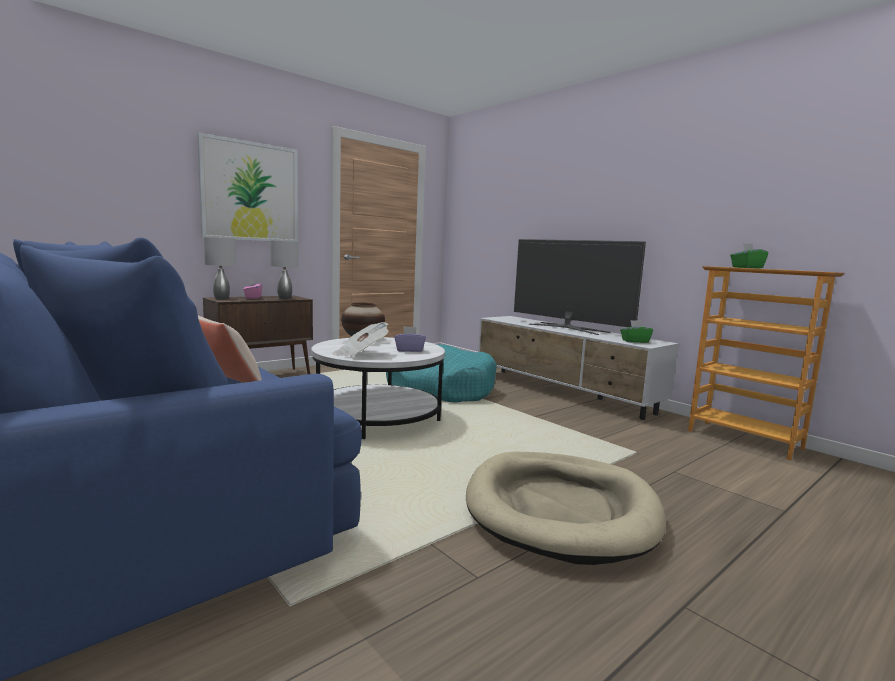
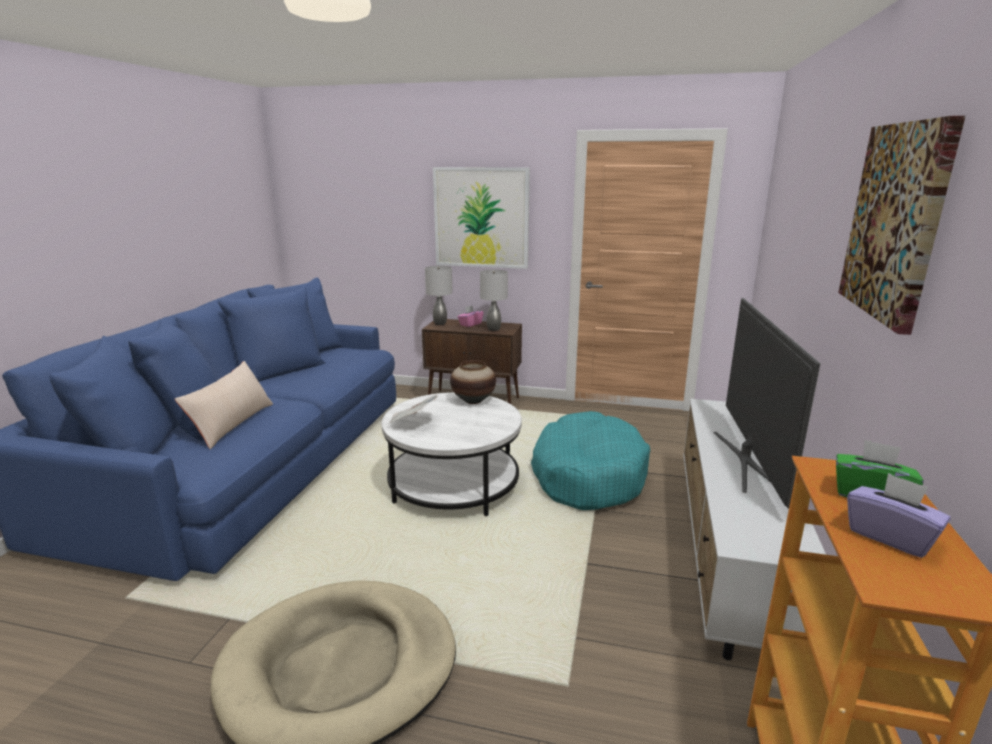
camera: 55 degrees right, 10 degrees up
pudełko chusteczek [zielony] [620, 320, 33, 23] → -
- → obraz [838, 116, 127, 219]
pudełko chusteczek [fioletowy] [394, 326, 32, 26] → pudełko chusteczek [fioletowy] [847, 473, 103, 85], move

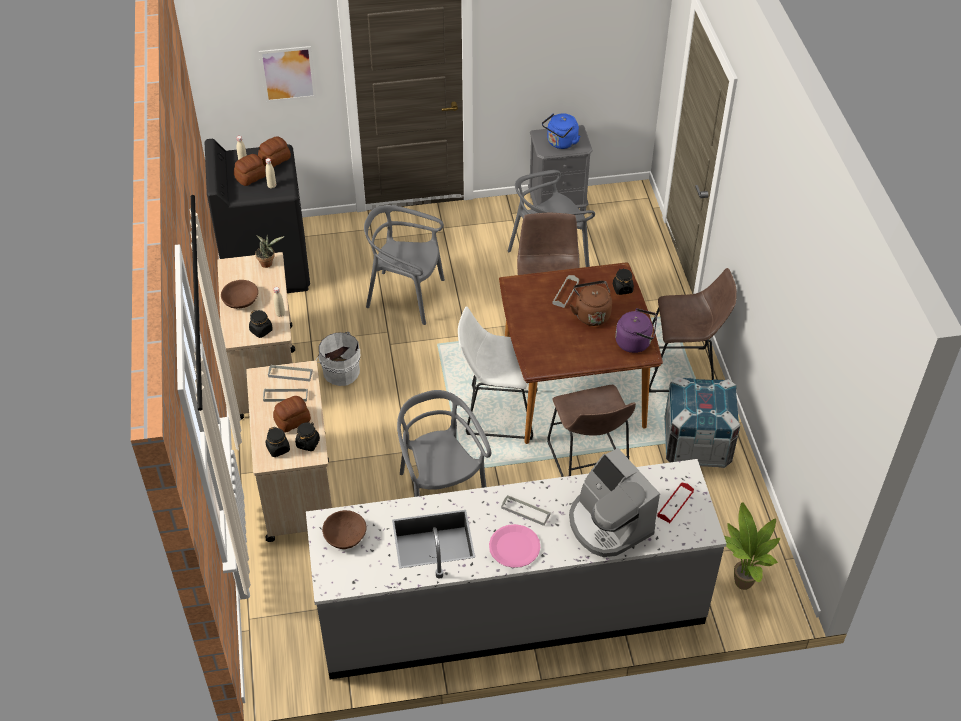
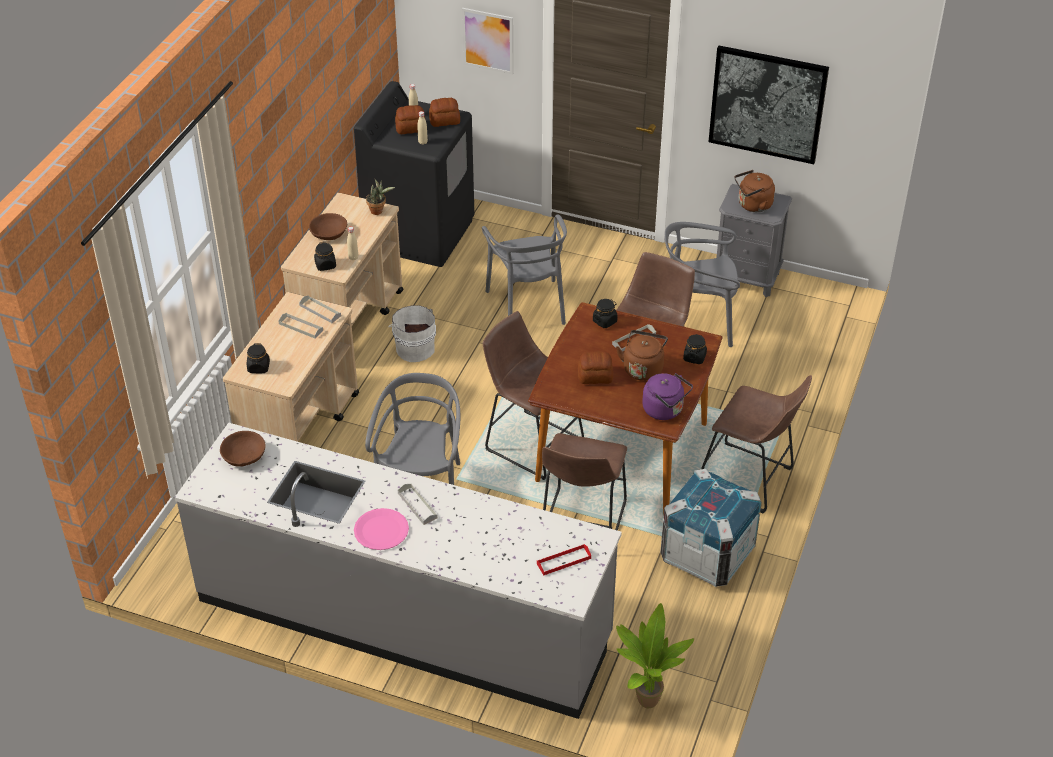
camera: 30 degrees right, 5 degrees down
ekspres do kawy [569, 448, 91, 109] → -
- → obraz [708, 46, 121, 118]
chleb [273, 396, 38, 36] → chleb [578, 351, 35, 33], move
słoik [czarny] [295, 422, 25, 29] → słoik [czarny] [593, 299, 25, 29], move
stołek [biały] [458, 306, 80, 134] → stołek [brązowy] [483, 311, 101, 169]
czajnik [niebieski] [542, 113, 38, 36] → czajnik [brązowy] [735, 170, 40, 42]
krzesło [szary] [364, 205, 81, 120] → krzesło [szary] [482, 214, 85, 111], 150 degrees counterclockwise

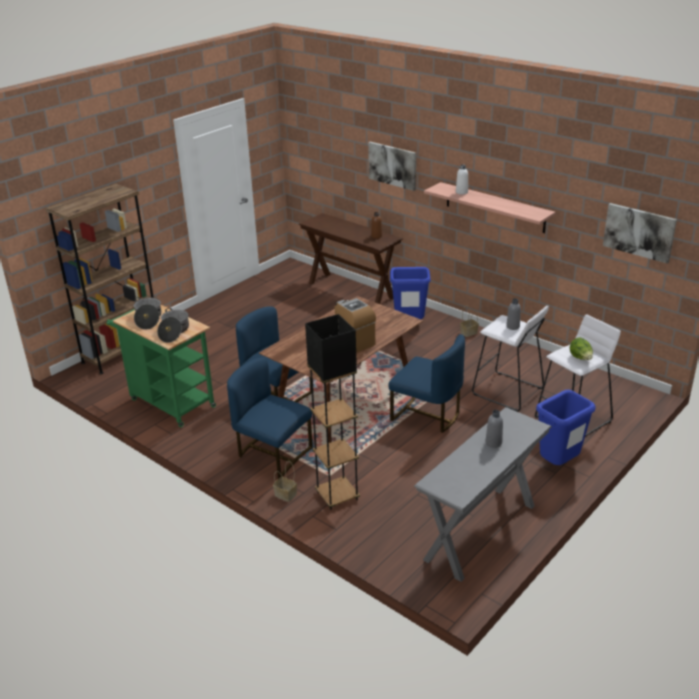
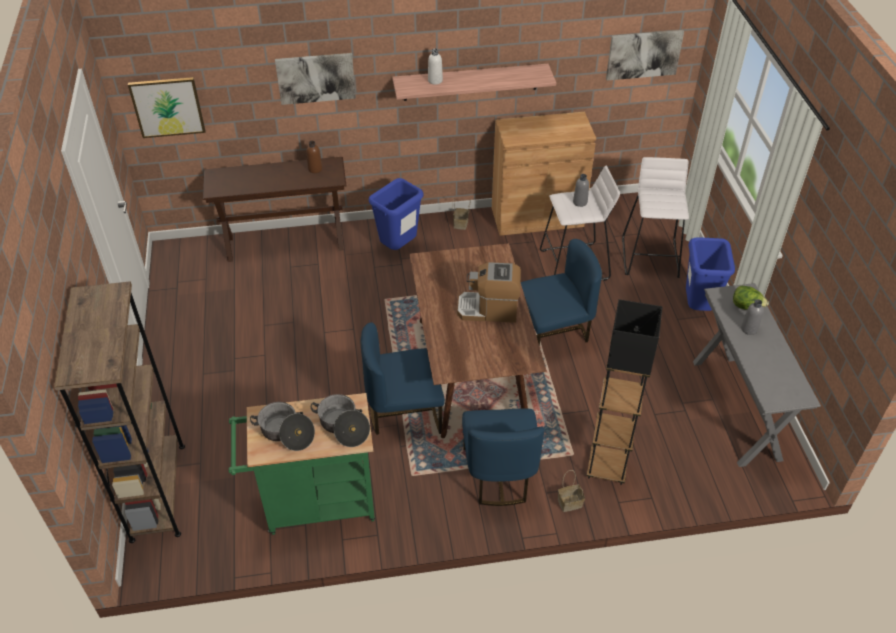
camera: 50 degrees left, 15 degrees up
- → obraz [128, 77, 78, 61]
- → szafka [brązowy] [492, 112, 104, 124]
sałata [570, 338, 23, 22] → sałata [733, 285, 36, 25], move
krzesło [niebieski] [227, 358, 86, 121] → krzesło [niebieski] [462, 409, 83, 97], 75 degrees counterclockwise

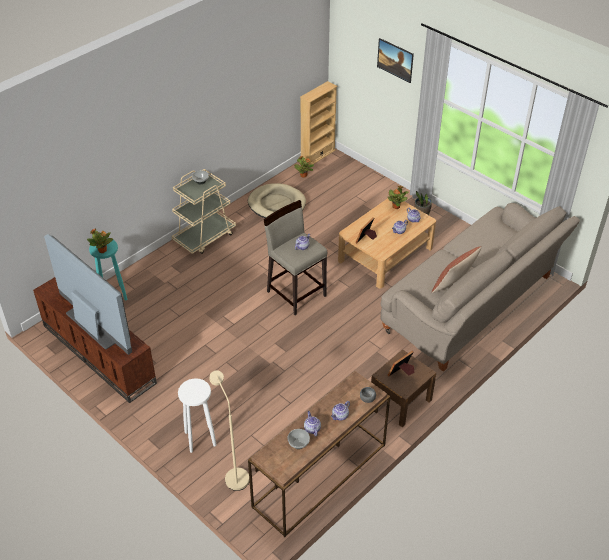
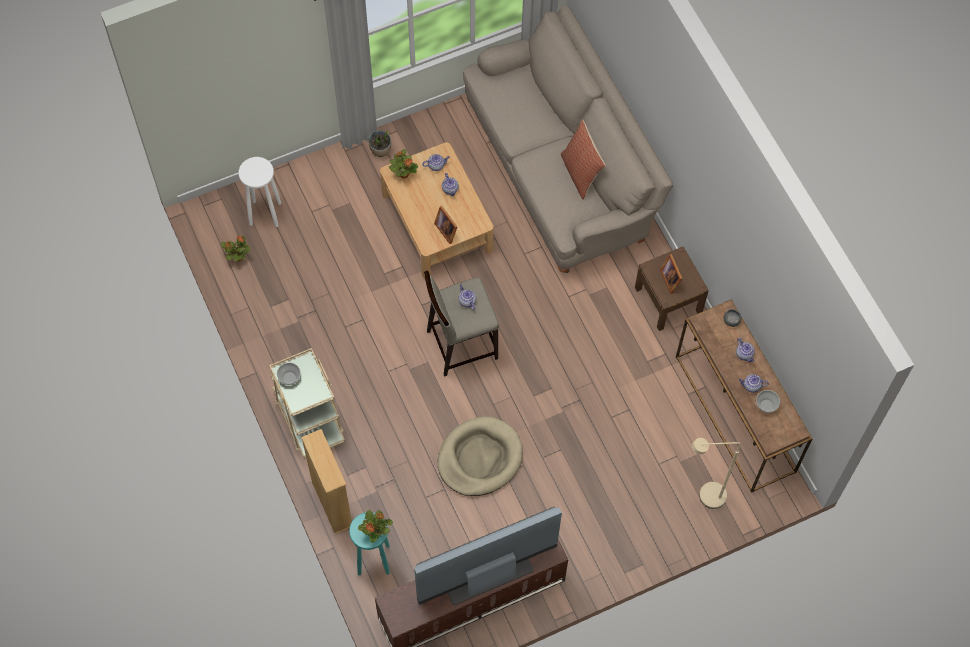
camera: 70 degrees left, 20 degrees up
obraz [377, 38, 37, 45] → -
stołek [biały] [178, 378, 39, 75] → stołek [biały] [239, 157, 42, 70], move
legowisko [beżowy] [248, 183, 58, 35] → legowisko [beżowy] [437, 416, 86, 80], move
regał [beżowy] [300, 81, 38, 84] → regał [beżowy] [301, 429, 51, 106], move

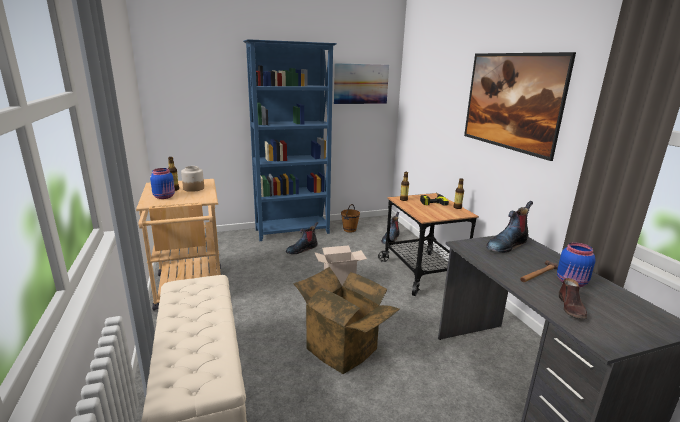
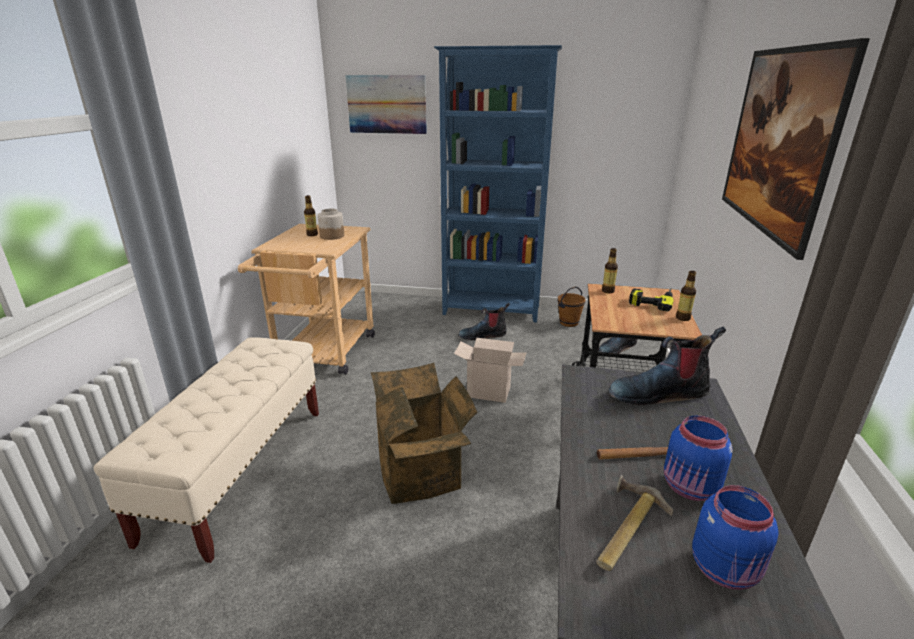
camera: 30 degrees right, 5 degrees up
słoik [niebieski] [150, 168, 25, 31] → słoik [niebieski] [692, 485, 87, 105], move
obraz [334, 63, 55, 41] → obraz [345, 75, 82, 59], move
but [brązowy] [559, 278, 28, 41] → młotek [596, 475, 77, 96]

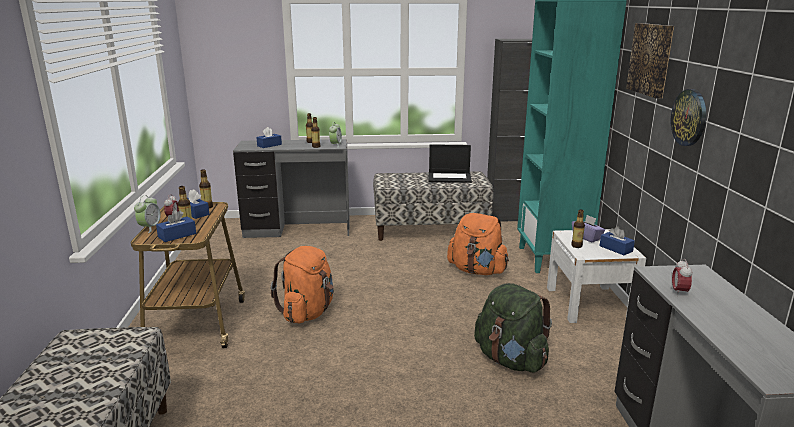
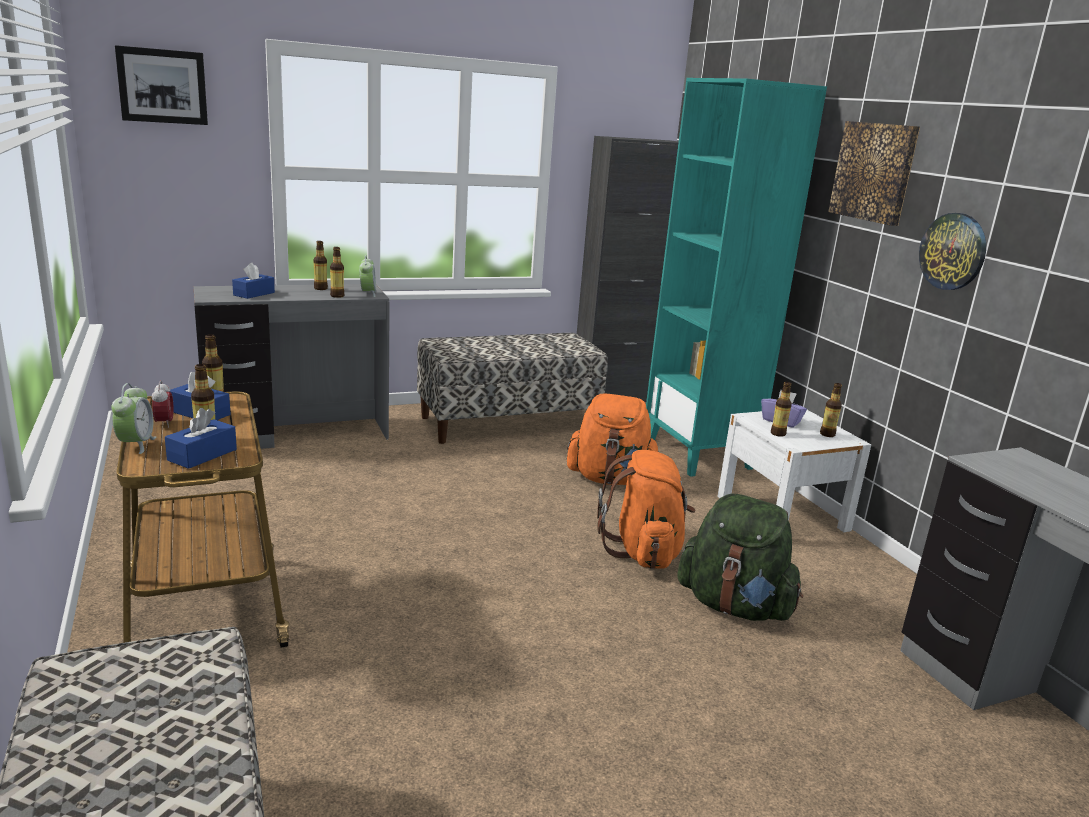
camera: 20 degrees left, 0 degrees up
laptop [429, 144, 43, 39] → -
budzik [672, 259, 20, 37] → -
- → obraz [115, 45, 93, 80]
plecak [pomarańczowy] [271, 246, 63, 77] → plecak [pomarańczowy] [597, 450, 99, 119], move
pudełko chusteczek [niebieski] [599, 226, 36, 29] → butelka [820, 383, 22, 54]

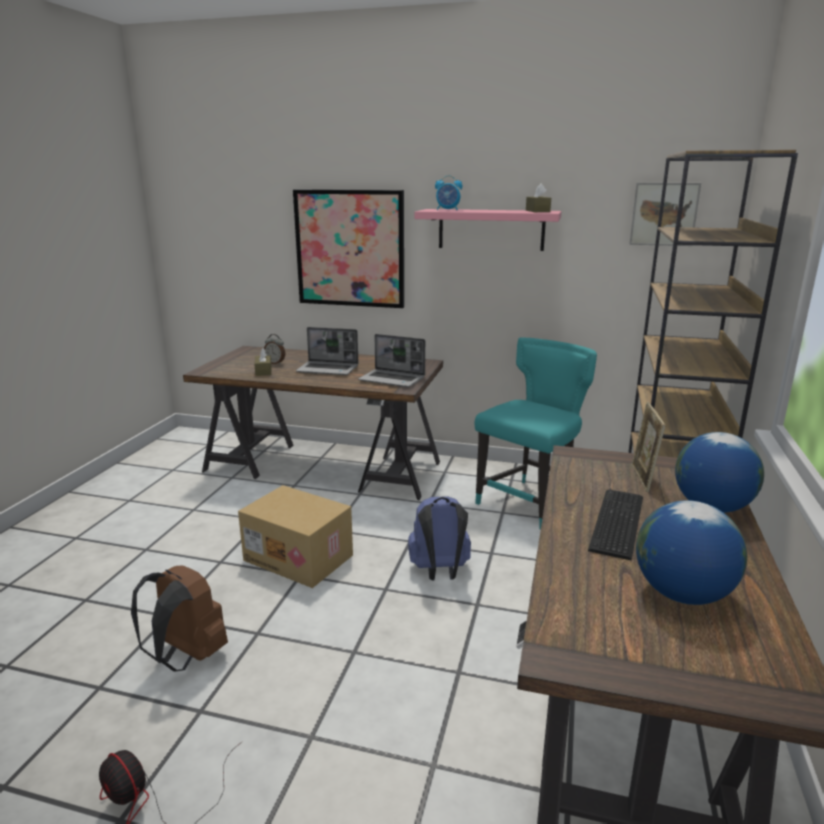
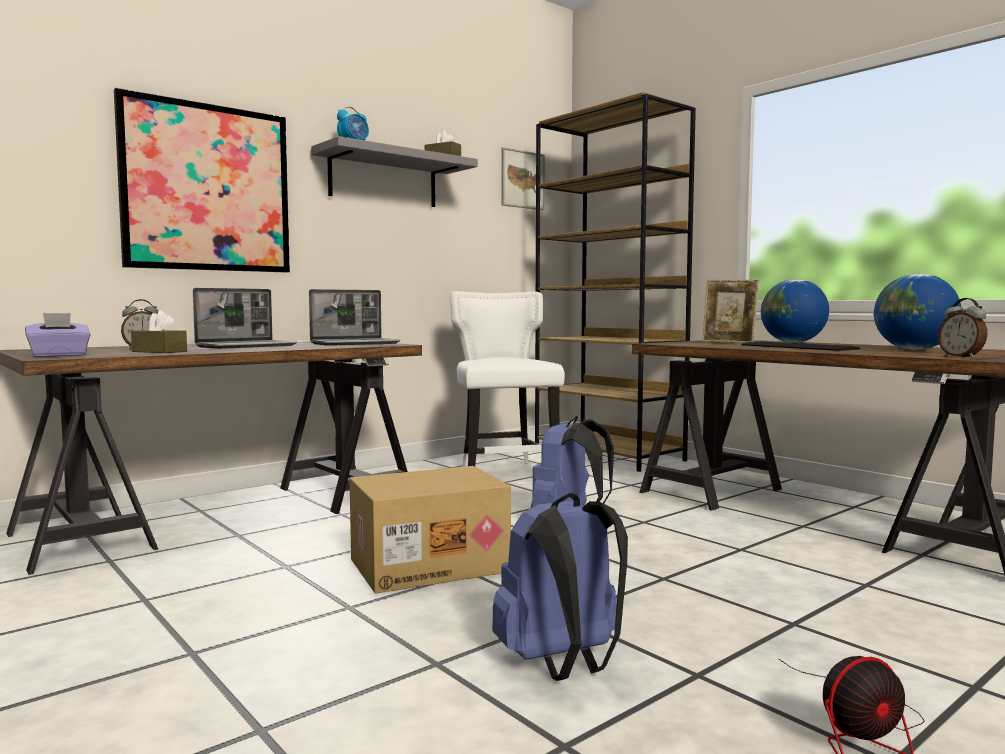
camera: 55 degrees left, 15 degrees down
- → pudełko chusteczek [fioletowy] [25, 313, 65, 44]
- → budzik [938, 298, 50, 60]
plecak [brązowy] [131, 565, 97, 107] → plecak [niebieski] [492, 493, 136, 188]
półka [różowy] [415, 209, 146, 42] → półka [szary] [311, 136, 167, 71]
krzesło [turkusowy] [475, 338, 122, 192] → krzesło [biały] [450, 291, 115, 175]

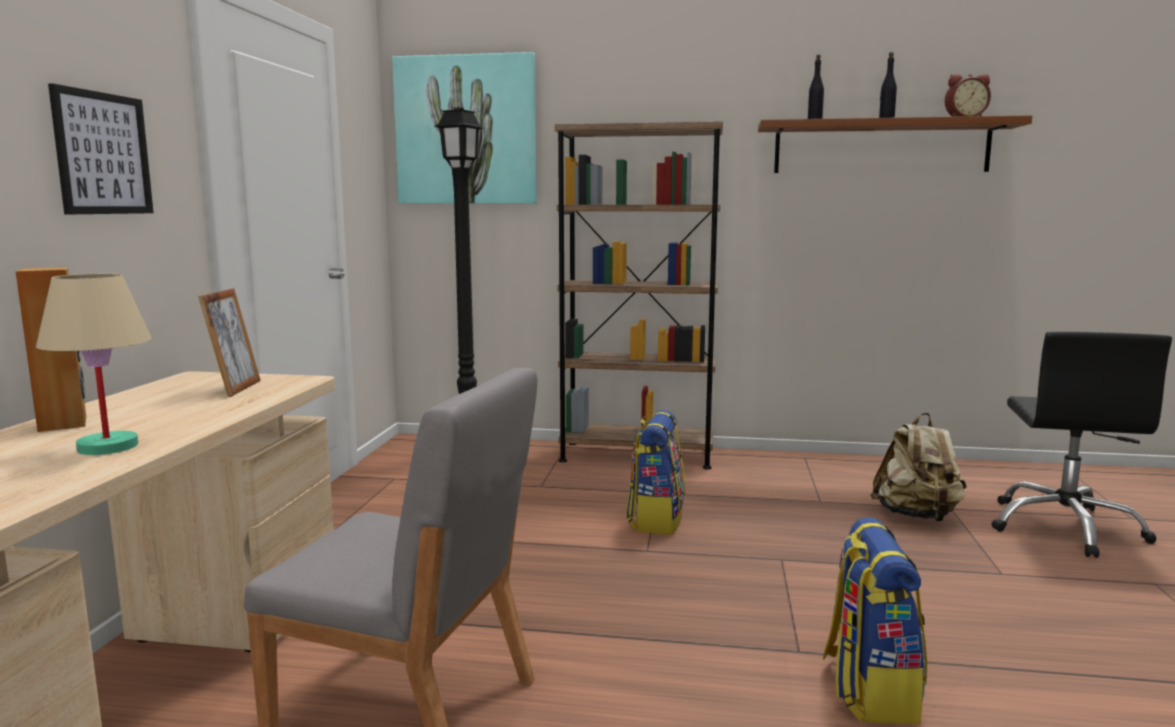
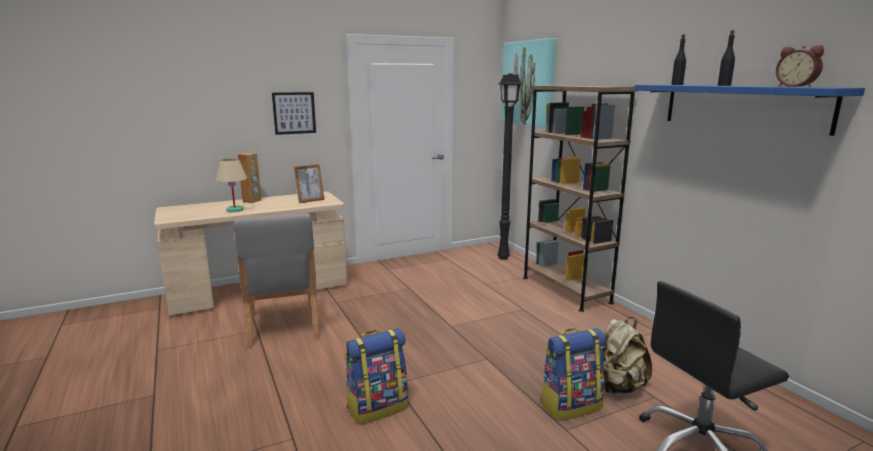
camera: 55 degrees right, 5 degrees up
plecak [626, 410, 59, 125] → plecak [541, 328, 65, 93], move
półka [brązowy] [758, 115, 274, 58] → półka [niebieski] [634, 85, 231, 51]

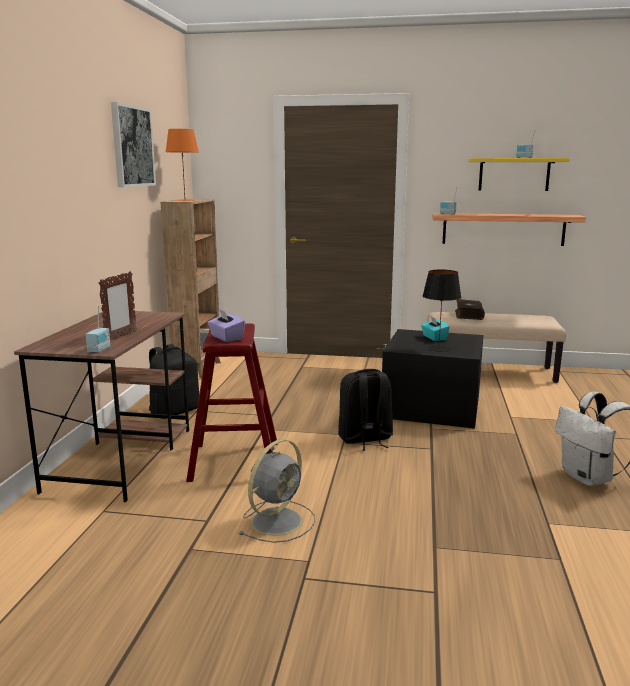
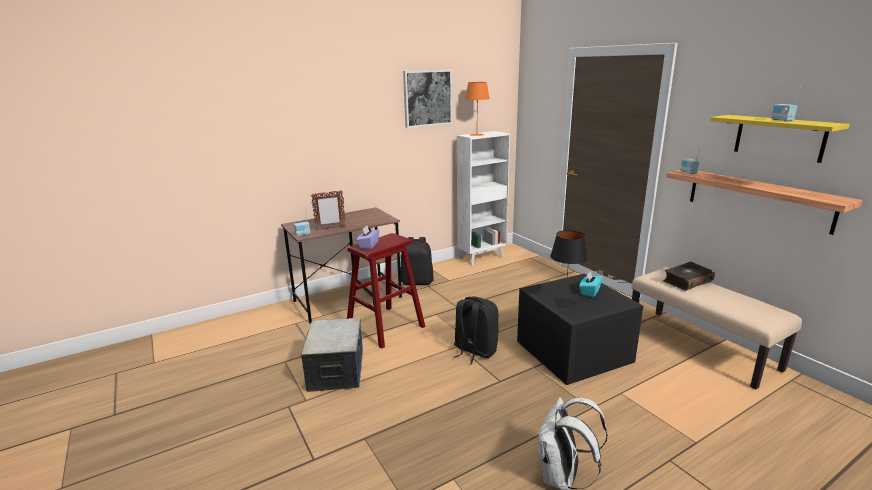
camera: 50 degrees right, 5 degrees up
wentylator [szary] [239, 439, 76, 104] → pojemnik do przechowywania [301, 318, 62, 74]
regał [brązowy] [161, 199, 60, 180] → regał [biały] [457, 131, 53, 135]

